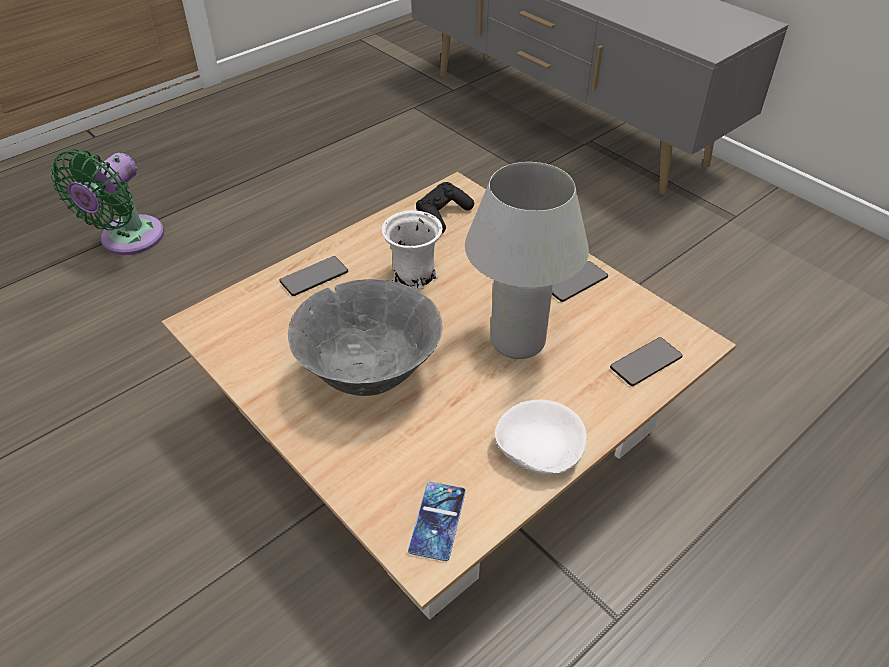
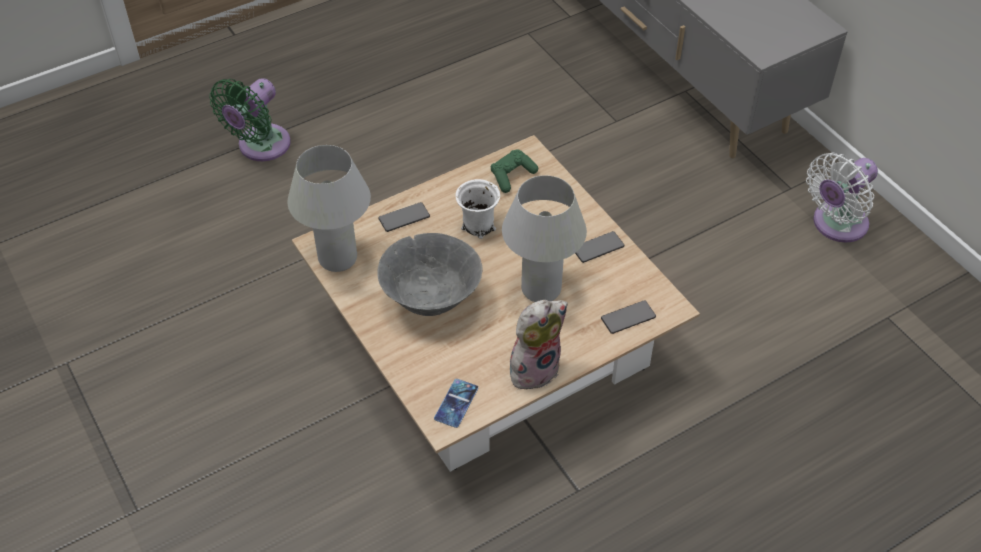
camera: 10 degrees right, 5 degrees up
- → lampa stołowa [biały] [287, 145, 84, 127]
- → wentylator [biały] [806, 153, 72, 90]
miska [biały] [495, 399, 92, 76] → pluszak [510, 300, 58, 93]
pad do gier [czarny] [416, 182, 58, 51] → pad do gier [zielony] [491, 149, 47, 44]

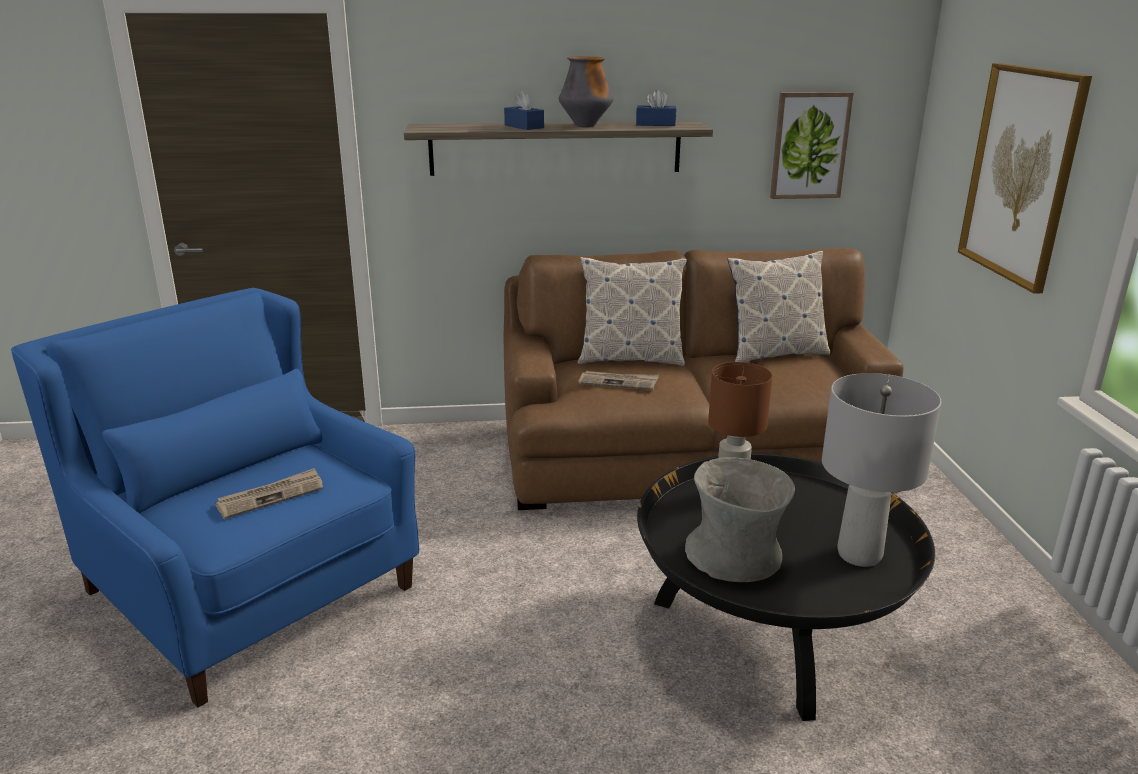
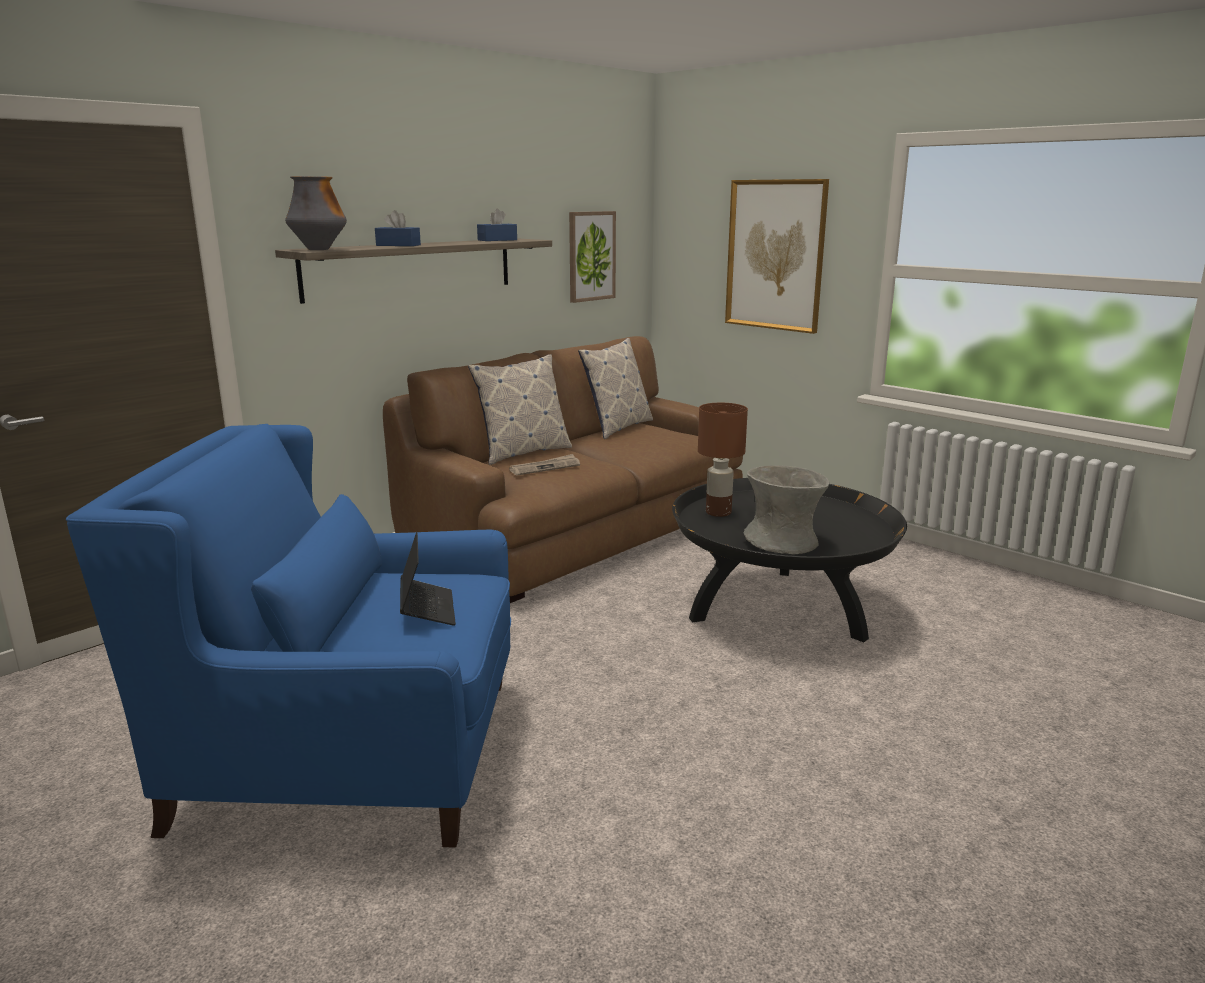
camera: 40 degrees left, 5 degrees down
lampa stołowa [szary] [822, 373, 119, 194] → -
wazon [559, 56, 54, 71] → wazon [285, 176, 62, 74], move
gazeta [215, 468, 108, 51] → laptop [400, 532, 56, 94]

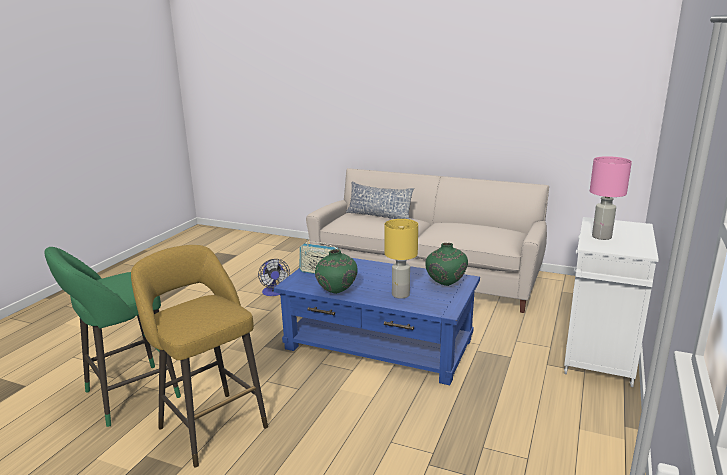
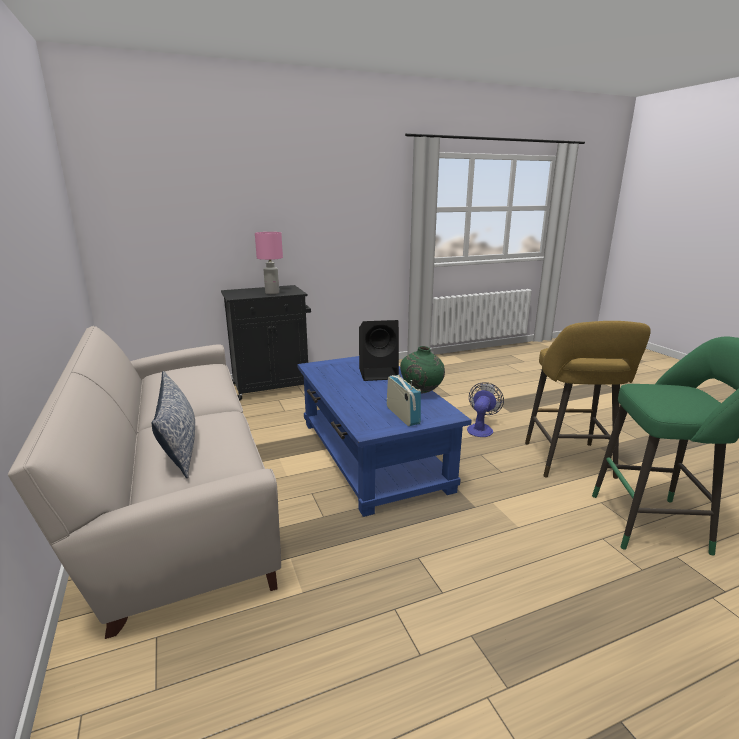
camera: 135 degrees left, 0 degrees up
wazon [zielony] [425, 243, 43, 43] → -
wentylator [258, 259, 32, 37] → wentylator [467, 382, 37, 55], move
lampa stołowa [żółty] [384, 219, 34, 80] → głośnik [czarny] [359, 320, 40, 61]
szafka [biały] [564, 217, 95, 170] → szafka [czarny] [221, 285, 90, 115]

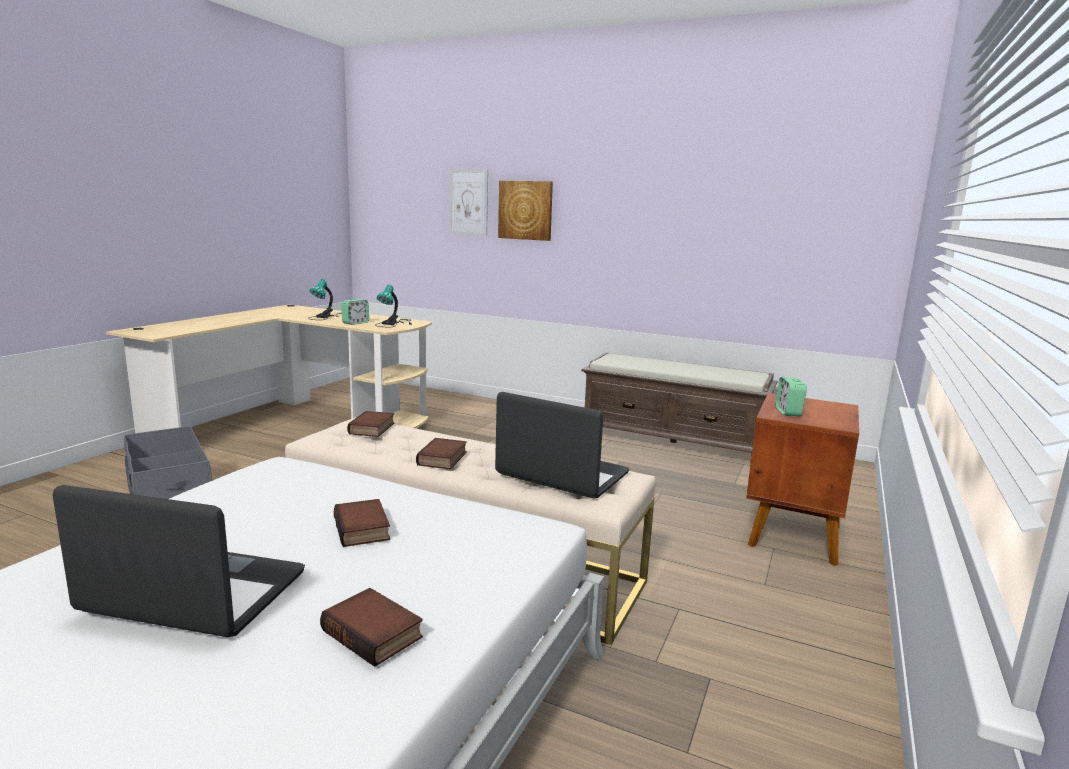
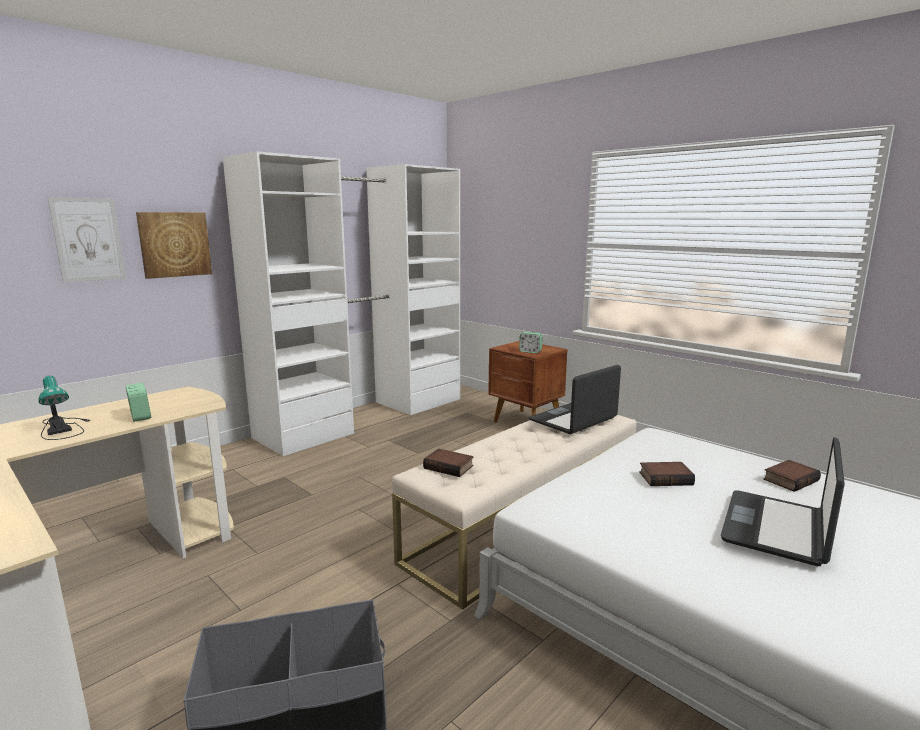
camera: 70 degrees left, 0 degrees up
lampa stołowa [375, 285, 37, 42] → -
książka [416, 438, 51, 31] → -
ławka [brązowy] [581, 353, 197, 110] → szafa [biały] [223, 151, 237, 305]

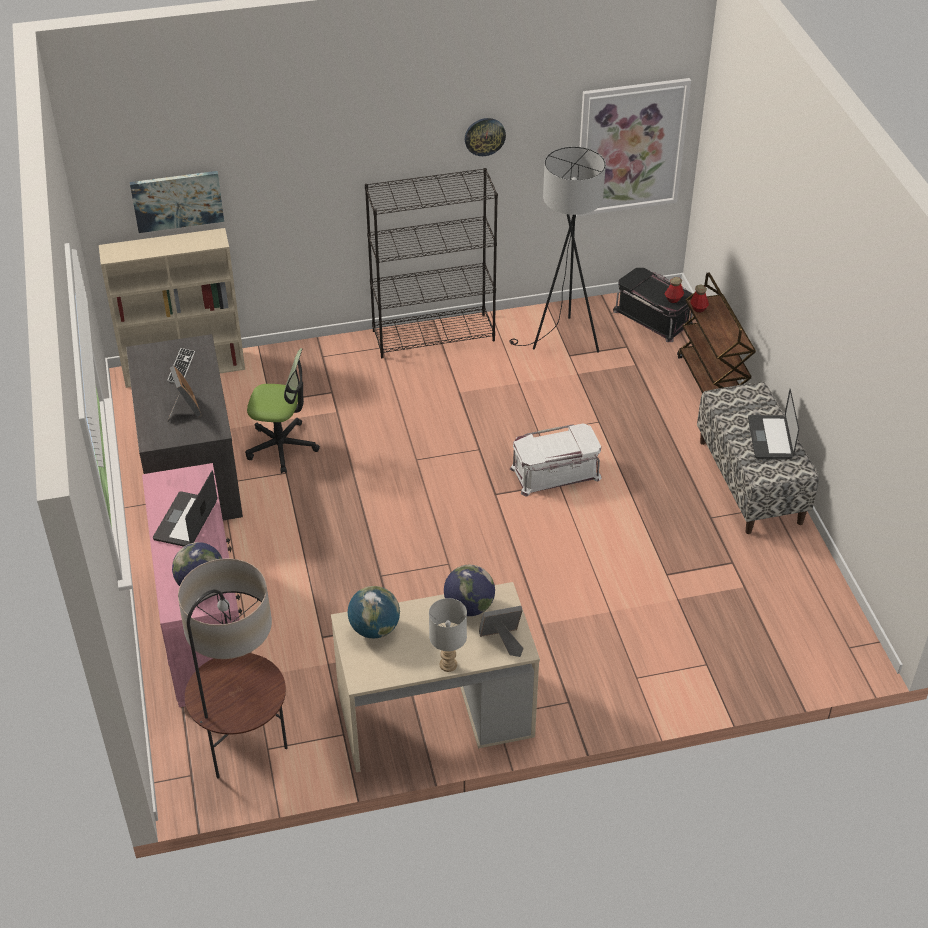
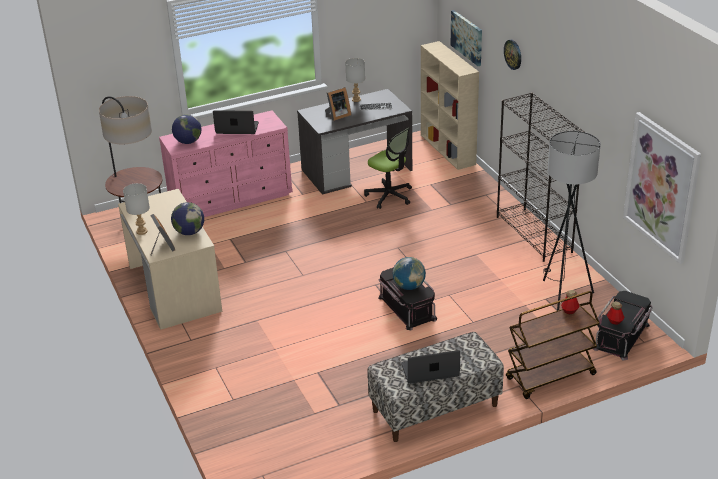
camera: 80 degrees right, 10 degrees down
- → lampa stołowa [szary] [345, 58, 20, 44]
globus [348, 586, 52, 52] → globus [393, 257, 33, 33], move
zegar ścienny [465, 118, 41, 38] → zegar ścienny [504, 40, 17, 30], move
pojemnik do przechowywania [biały] [510, 423, 92, 73] → pojemnik do przechowywania [czarny] [378, 267, 59, 63]
krzesło biurowe [245, 348, 75, 126] → krzesło biurowe [364, 128, 48, 81], 45 degrees counterclockwise

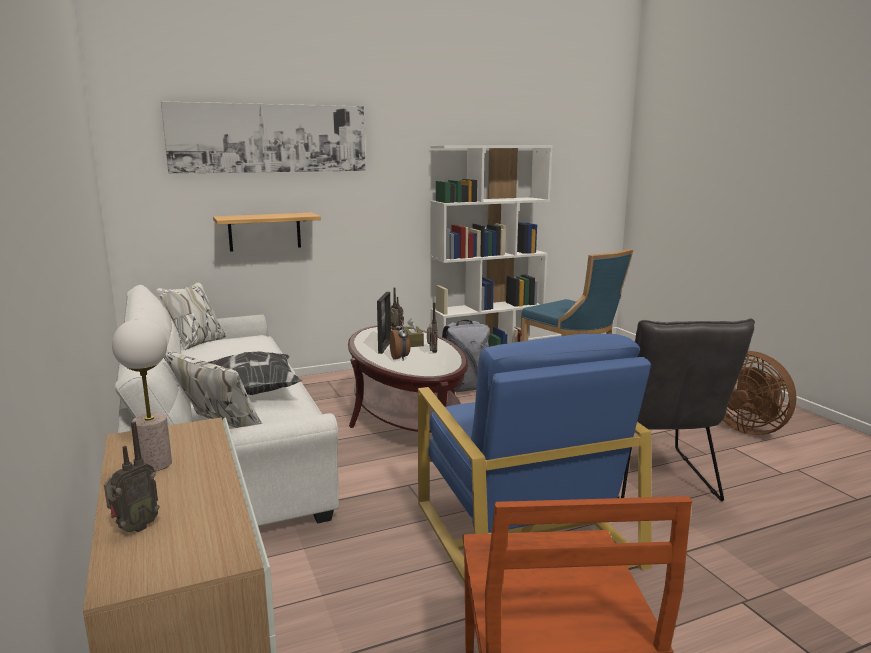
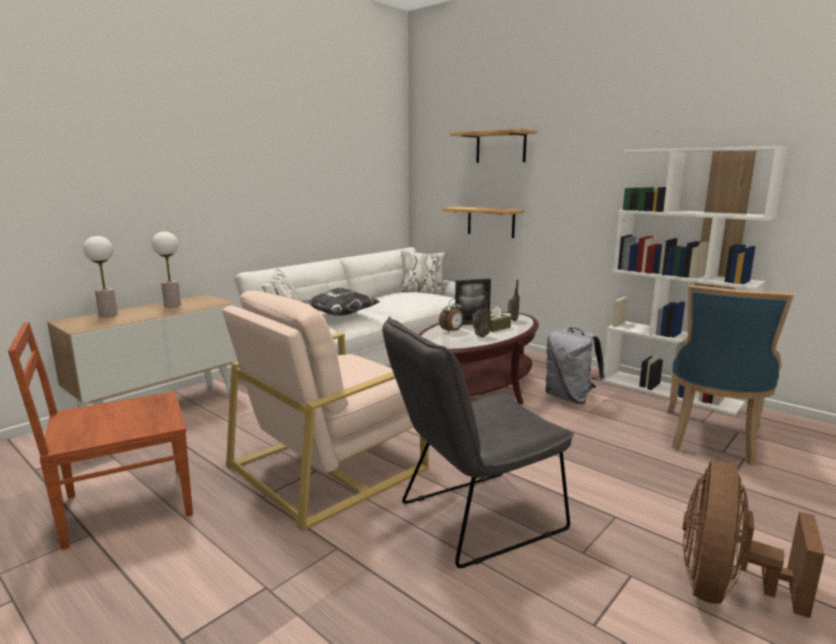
camera: 65 degrees right, 0 degrees up
radio [104, 421, 56, 112] → lampa stołowa [83, 236, 35, 81]
obraz [161, 101, 205, 73] → półka [450, 129, 87, 34]
fotel [niebieski] [418, 334, 234, 249] → fotel [beżowy] [222, 291, 207, 240]

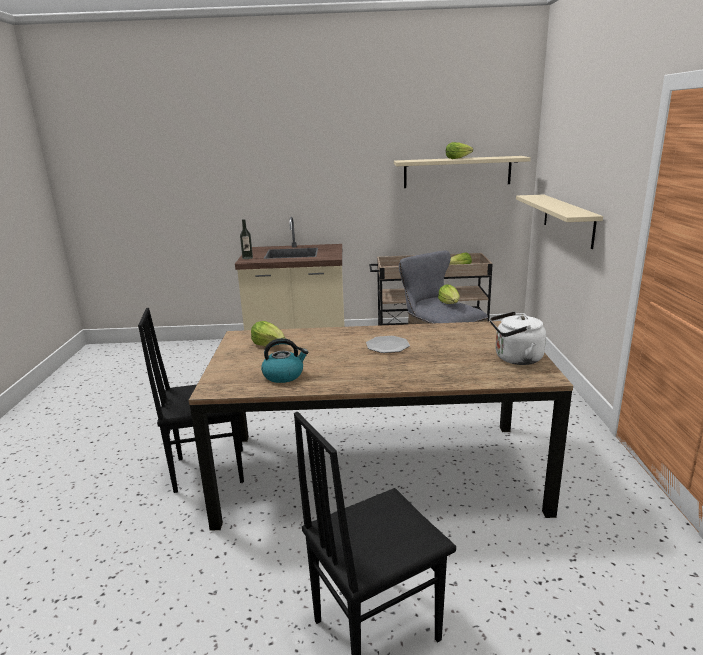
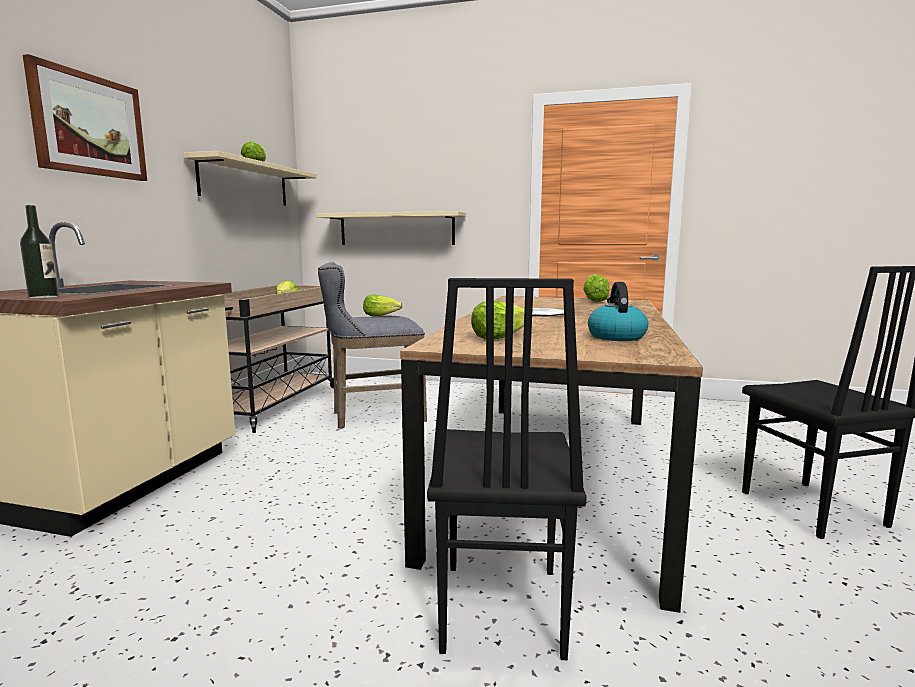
camera: 75 degrees left, 10 degrees down
- → obraz [23, 54, 124, 127]
czajnik [biały] [490, 311, 56, 54] → sałata [583, 274, 27, 28]

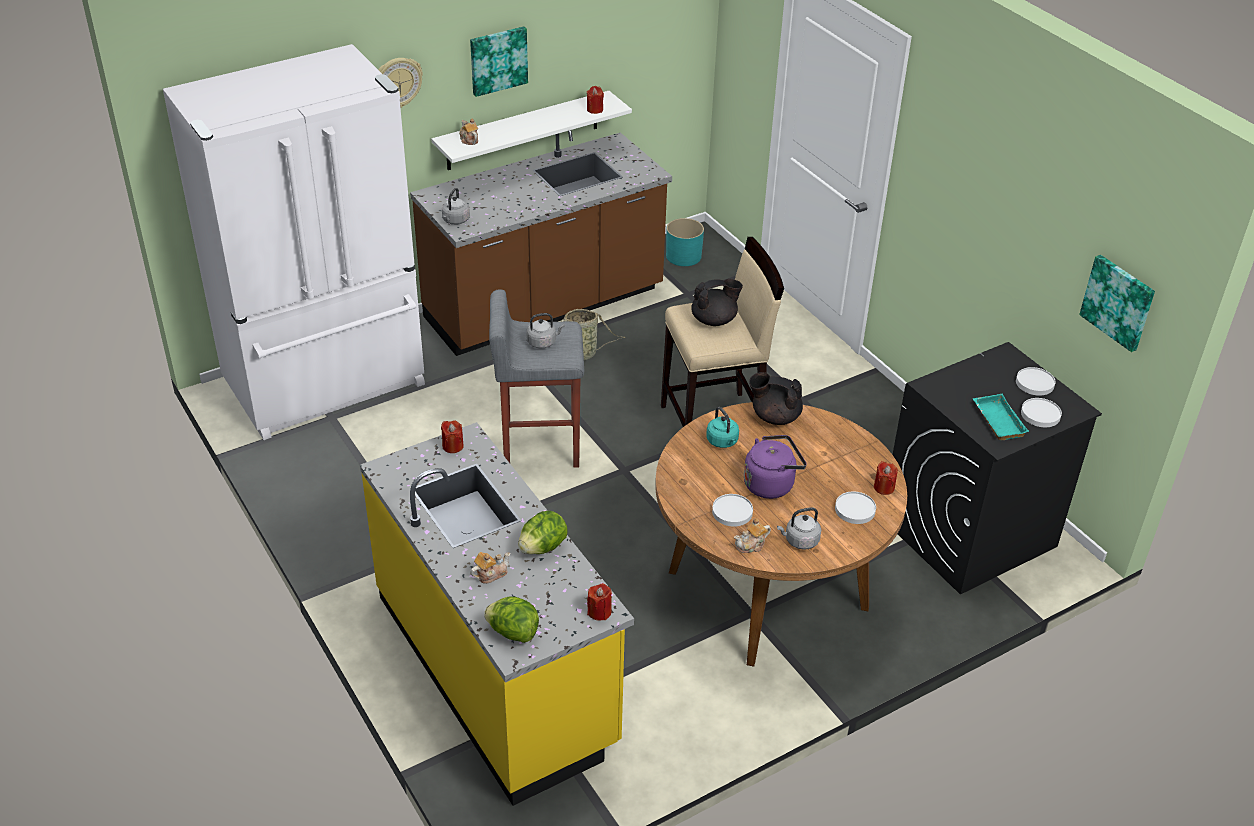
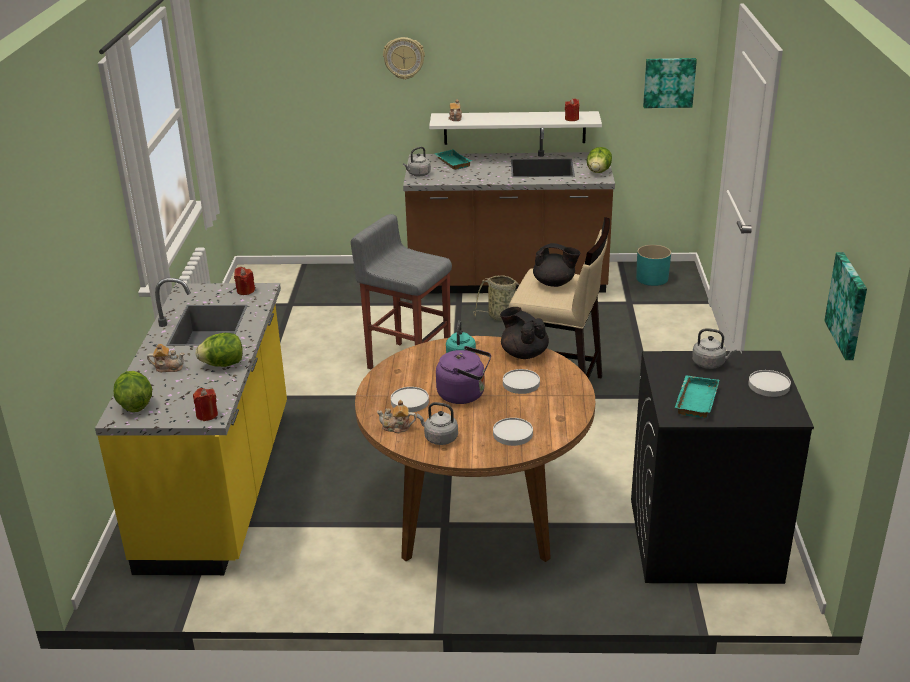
camera: 35 degrees right, 10 degrees down
lodówka [biały] [163, 44, 262, 396] → -
świeca [czerwony] [874, 461, 24, 34] → -
- → taca [turkusowy] [435, 149, 37, 21]
- → sałata [587, 147, 25, 26]
obraz [470, 26, 58, 71] → obraz [643, 58, 54, 50], move
czajnik [szary] [526, 313, 39, 35] → czajnik [szary] [692, 328, 44, 41], move
talerz [biały] [1021, 398, 41, 29] → talerz [biały] [503, 369, 37, 25], move

